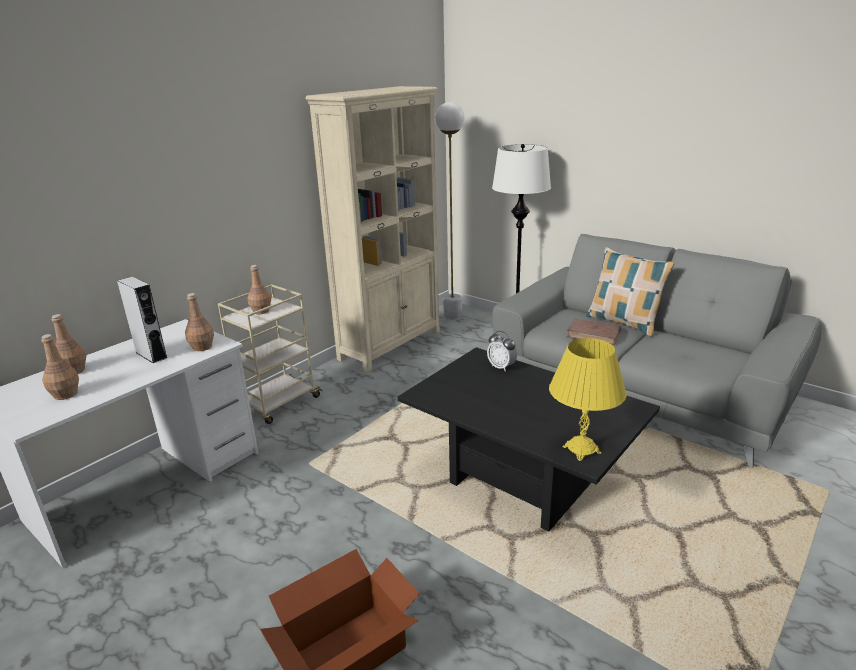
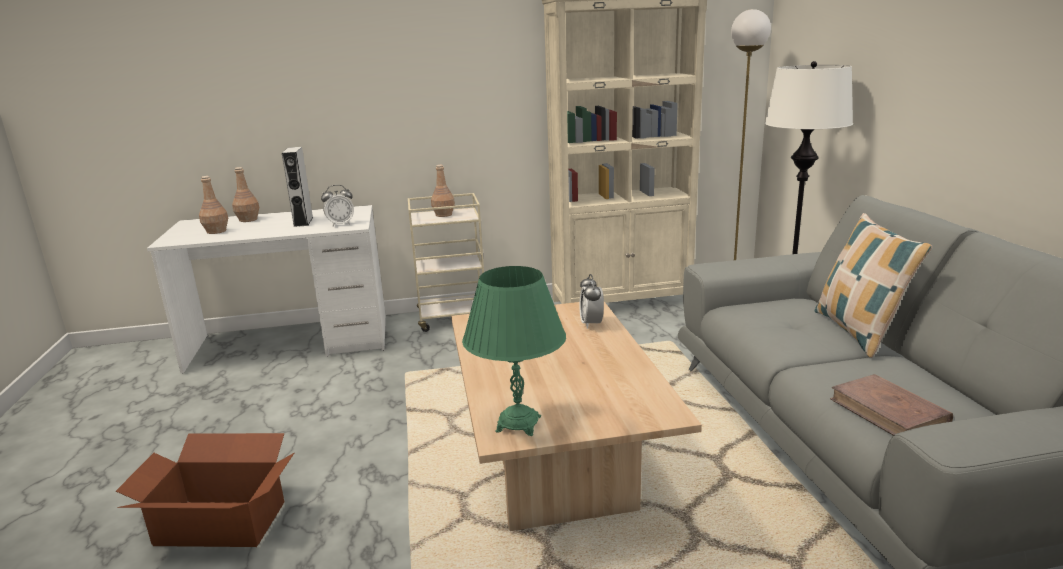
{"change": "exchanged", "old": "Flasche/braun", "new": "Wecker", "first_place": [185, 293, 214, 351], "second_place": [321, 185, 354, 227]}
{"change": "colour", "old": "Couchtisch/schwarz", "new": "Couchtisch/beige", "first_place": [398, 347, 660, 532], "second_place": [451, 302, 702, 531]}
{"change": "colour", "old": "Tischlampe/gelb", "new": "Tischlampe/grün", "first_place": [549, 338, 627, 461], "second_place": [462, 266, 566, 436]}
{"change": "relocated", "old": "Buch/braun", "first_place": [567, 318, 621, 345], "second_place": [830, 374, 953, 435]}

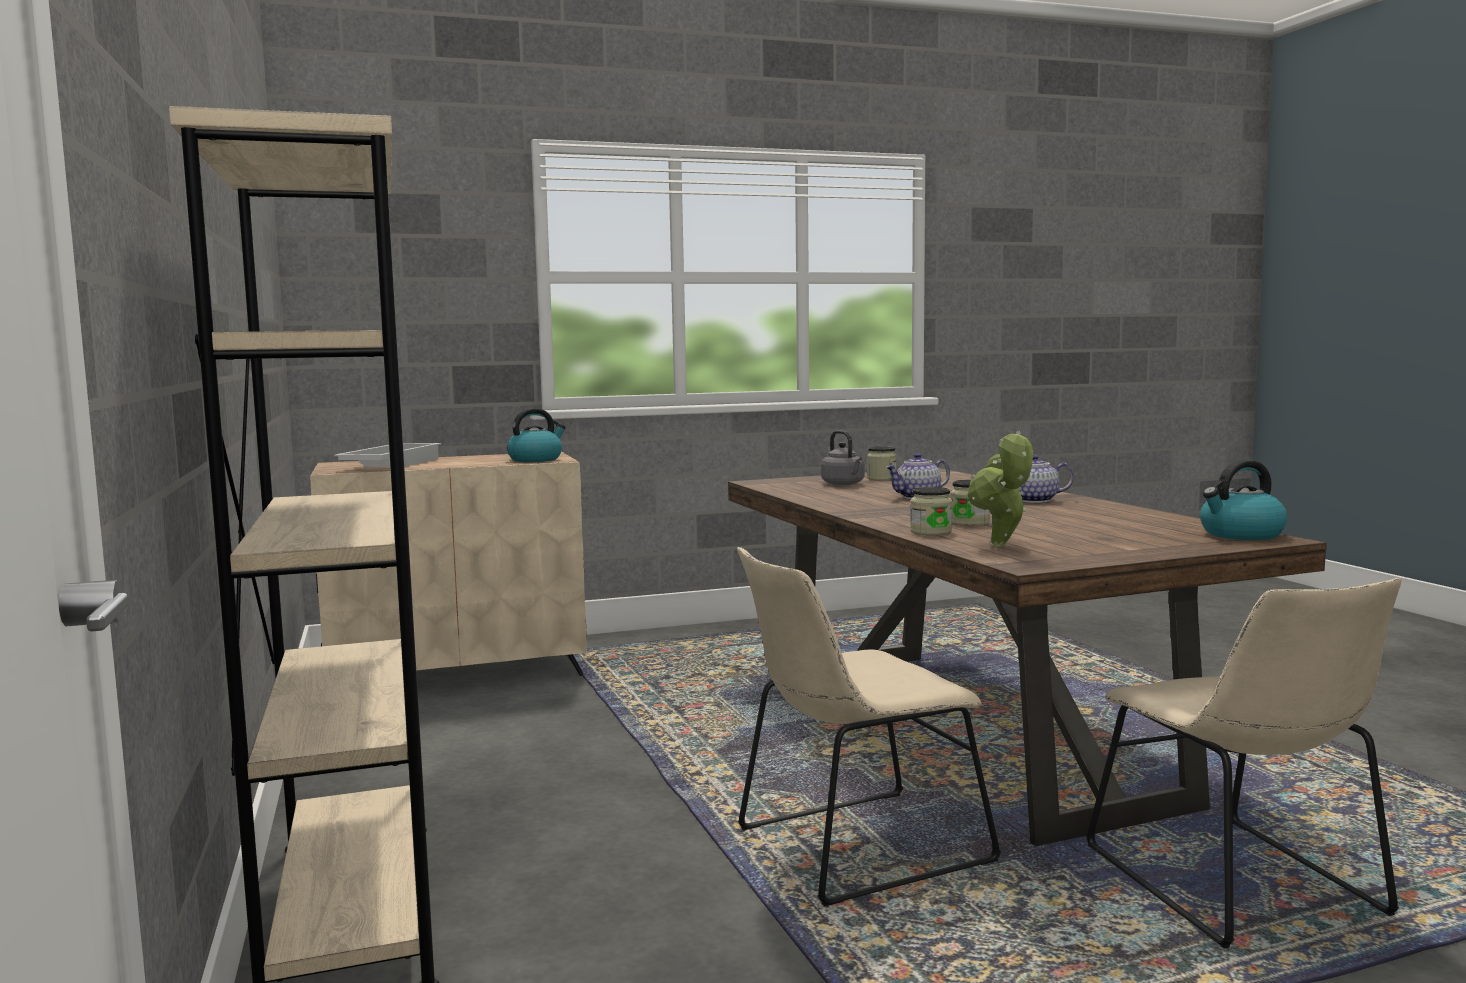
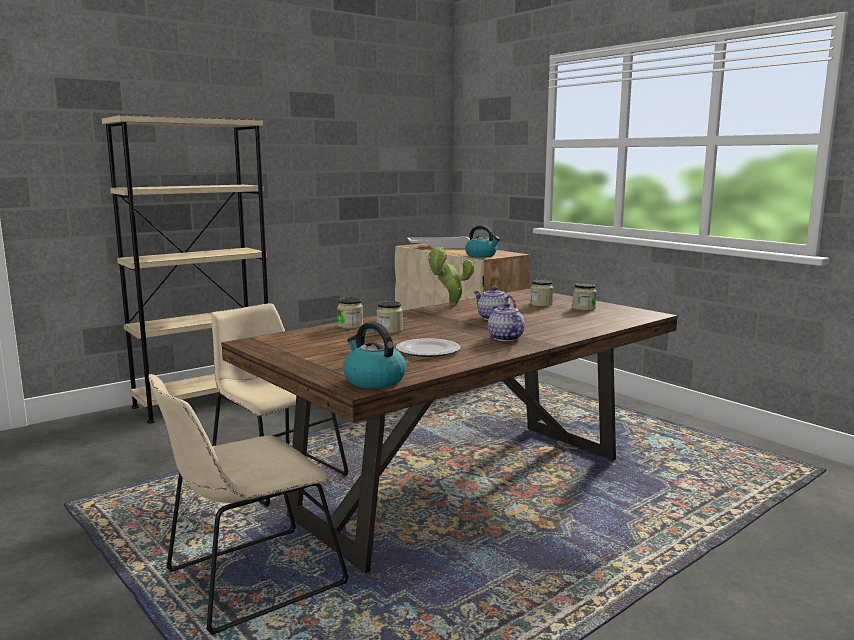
{"change": "appeared", "new": "Teller", "second_place": [396, 338, 460, 357]}
{"change": "relocated", "old": "Topfpflanze", "first_place": [968, 431, 1033, 547], "second_place": [428, 247, 475, 305]}
{"change": "exchanged", "old": "Wasserkessel/grau", "new": "Vorratsglas", "first_place": [821, 430, 865, 485], "second_place": [530, 280, 553, 306]}

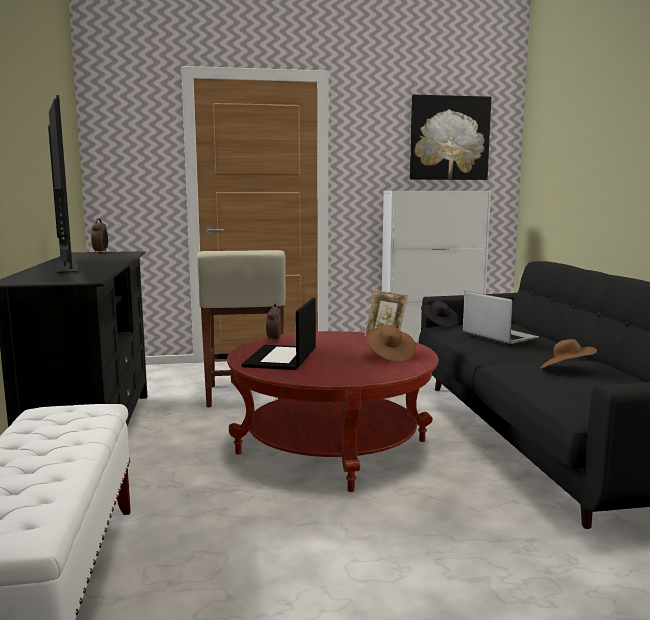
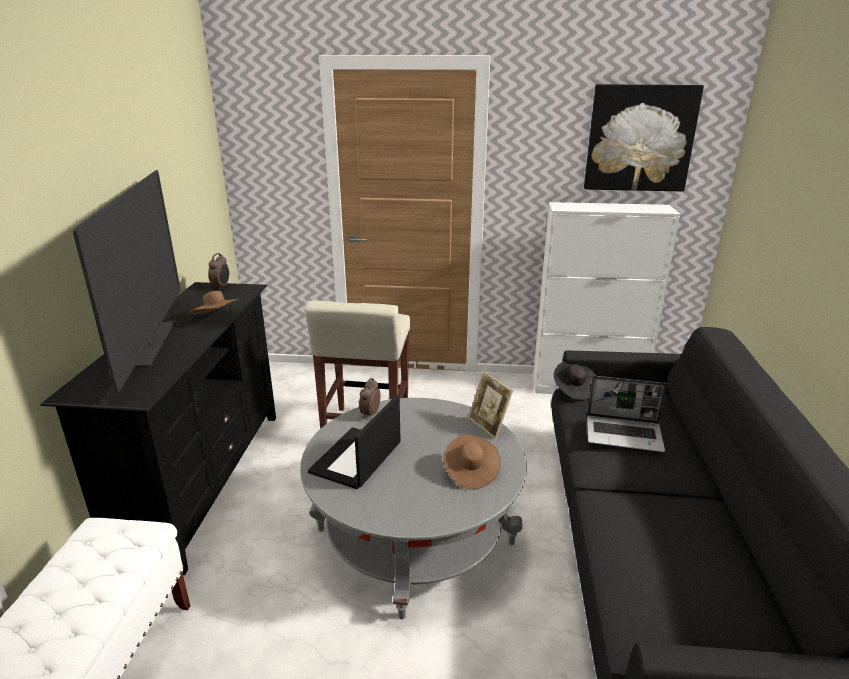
{"change": "relocated", "old": "Hut/braun", "first_place": [540, 339, 597, 369], "second_place": [189, 291, 239, 314]}
{"change": "colour", "old": "Couchtisch/rot", "new": "Couchtisch/grau", "first_place": [227, 331, 438, 492], "second_place": [300, 398, 527, 619]}
{"change": "spun", "old": "Laptop", "first_place": [463, 291, 539, 345], "second_place": [587, 376, 667, 452], "degrees": 120}

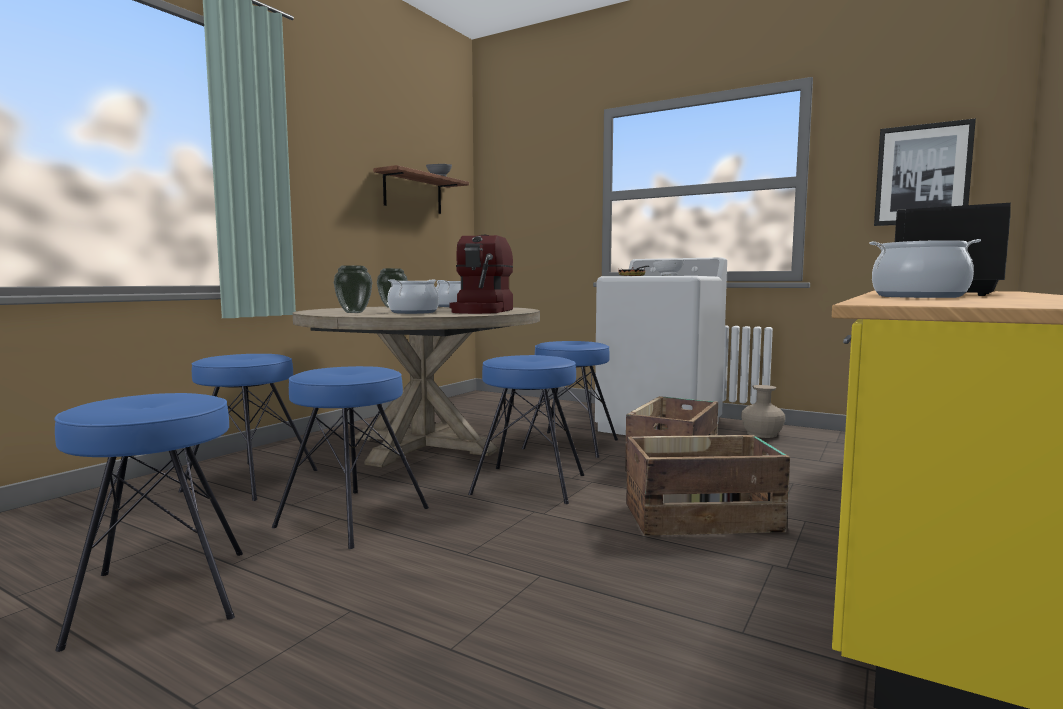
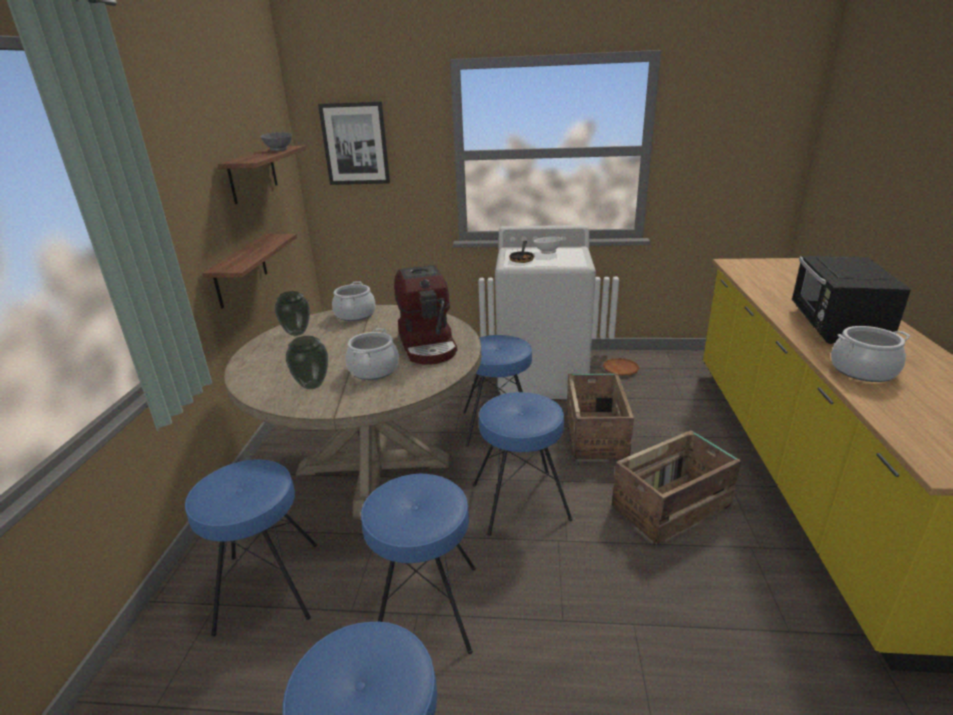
{"change": "appeared", "new": "Wandregal", "second_place": [203, 234, 297, 309]}
{"change": "relocated", "old": "Bild", "first_place": [874, 118, 976, 226], "second_place": [318, 102, 390, 185]}
{"change": "exchanged", "old": "Vase/beige", "new": "Teller/braun", "first_place": [741, 385, 785, 438], "second_place": [603, 358, 640, 376]}

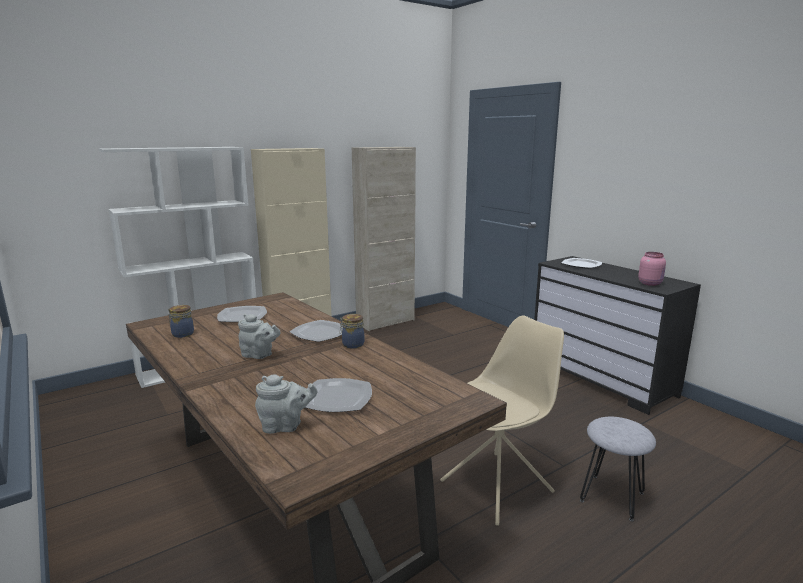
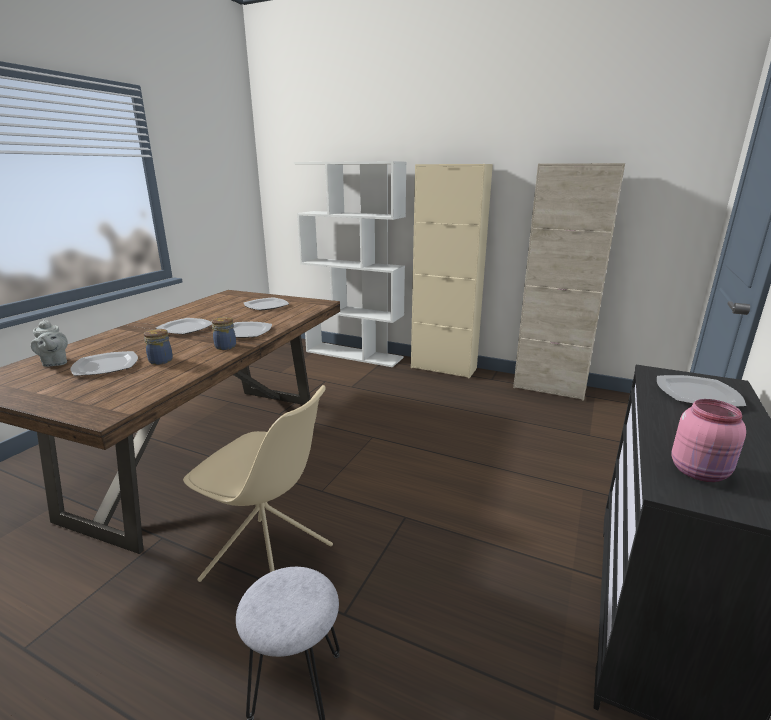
{"change": "relocated", "old": "Vorratsglas", "first_place": [168, 305, 194, 338], "second_place": [144, 329, 173, 365]}
{"change": "exchanged", "old": "Teekanne/grau", "new": "Teller", "first_place": [238, 314, 280, 359], "second_place": [156, 318, 212, 334]}

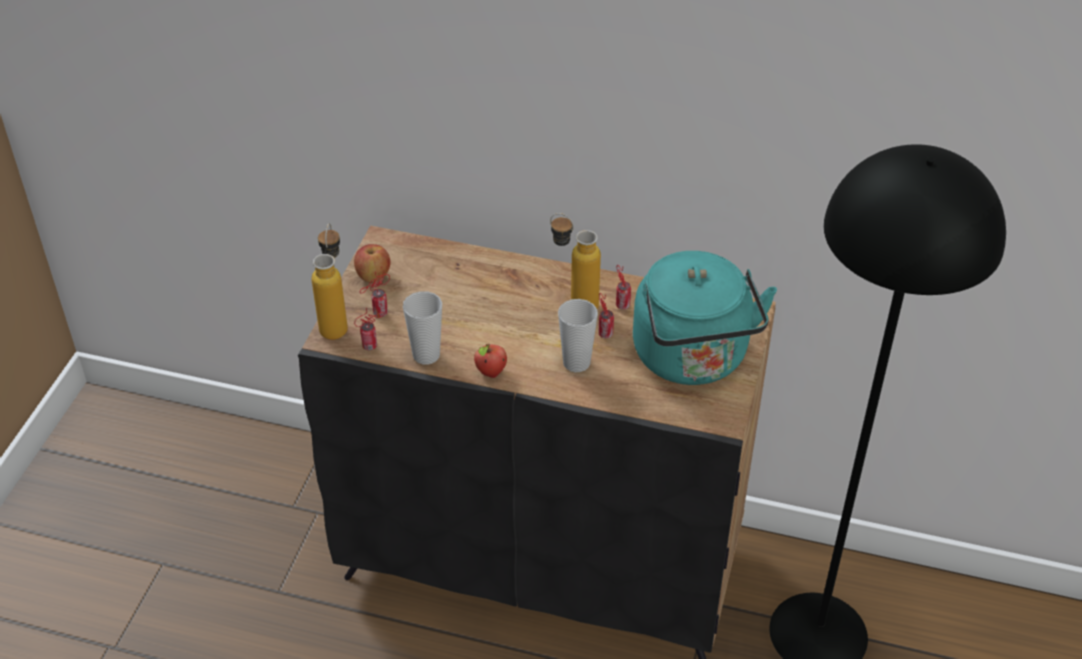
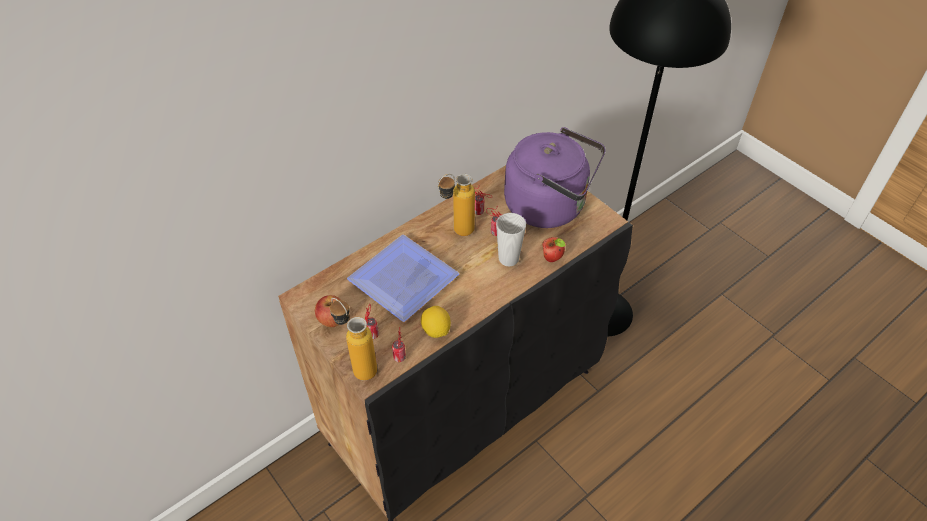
{"change": "appeared", "new": "Teller", "second_place": [347, 235, 459, 322]}
{"change": "exchanged", "old": "Tasse", "new": "Zitrone", "first_place": [403, 291, 442, 365], "second_place": [421, 306, 451, 338]}
{"change": "colour", "old": "Wasserkessel/türkis", "new": "Wasserkessel/lila", "first_place": [633, 251, 777, 385], "second_place": [504, 127, 606, 228]}
{"change": "relocated", "old": "Apfel", "first_place": [474, 344, 507, 378], "second_place": [542, 237, 566, 262]}

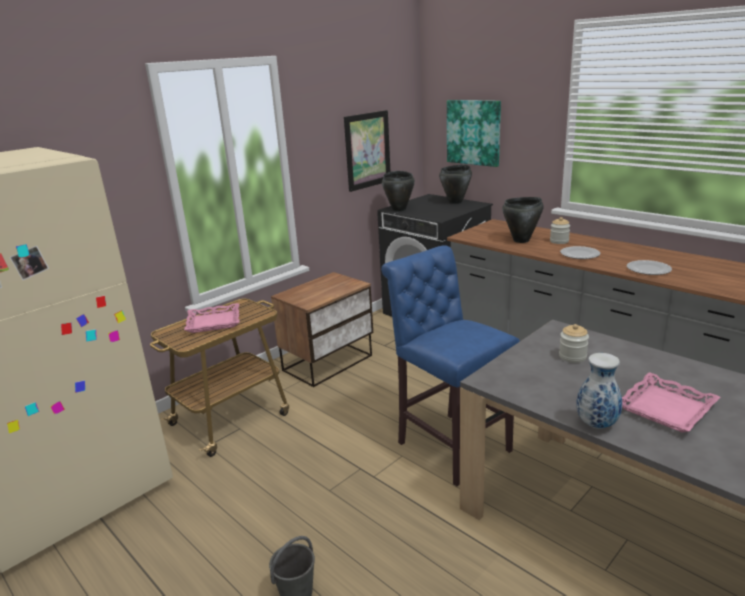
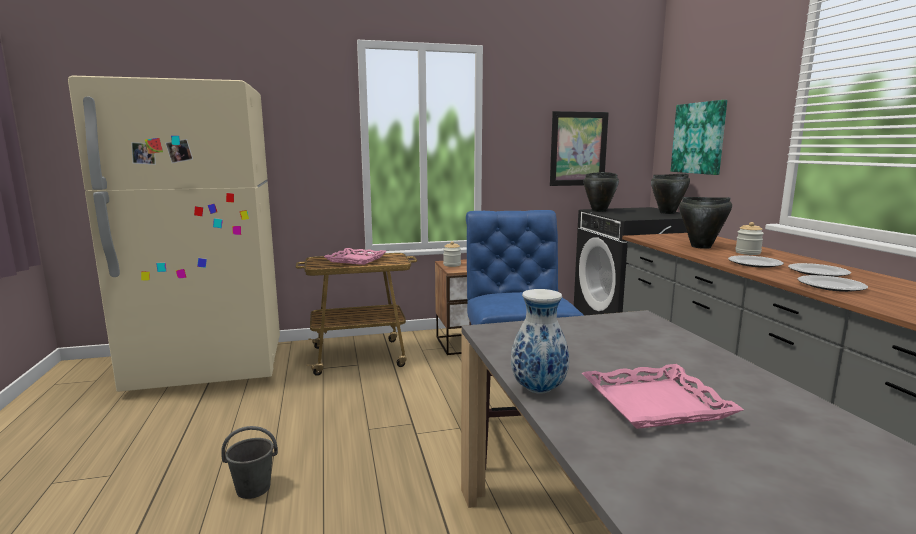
{"change": "relocated", "old": "Vorratsglas", "first_place": [559, 324, 589, 363], "second_place": [443, 241, 461, 267]}
{"change": "appeared", "new": "Teller", "second_place": [788, 263, 851, 277]}

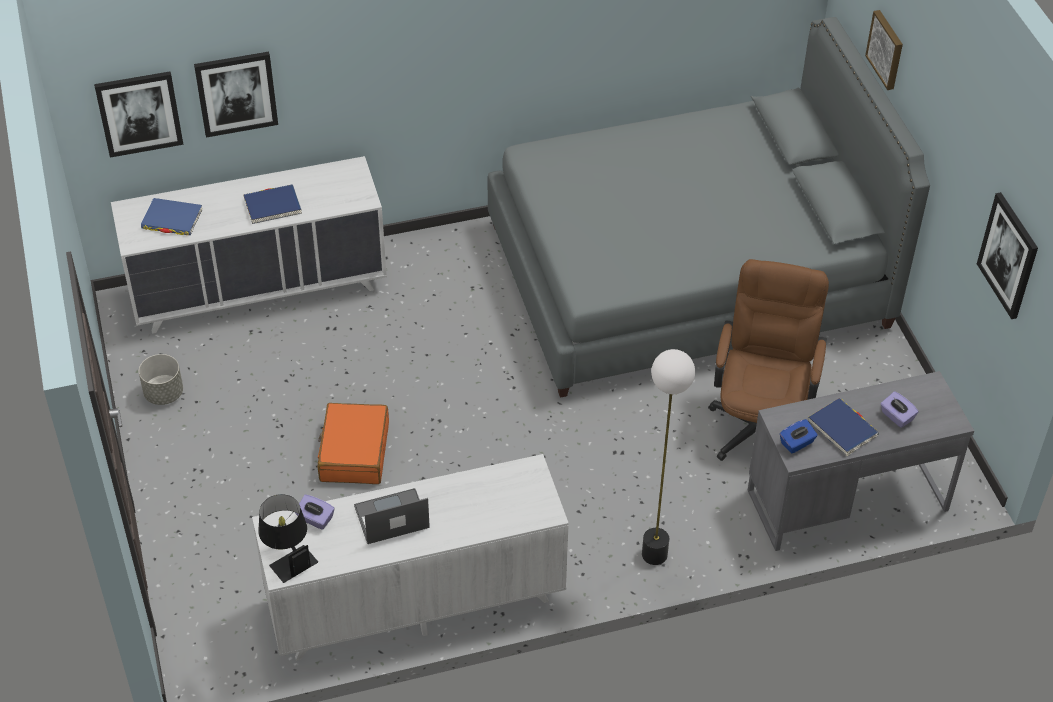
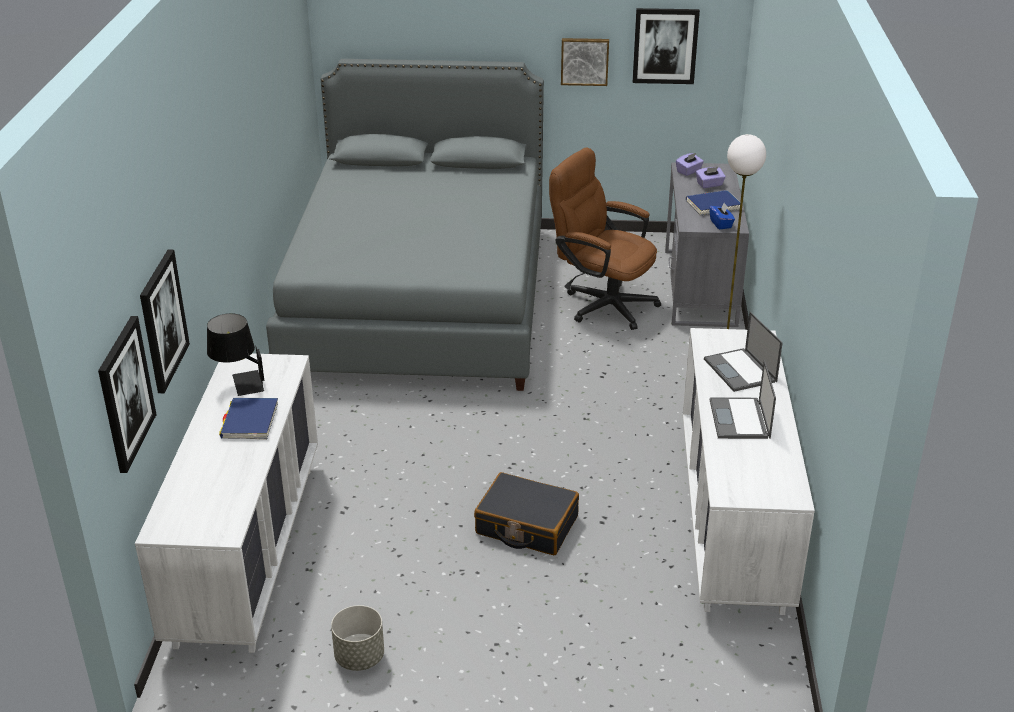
{"change": "relocated", "old": "Tischlampe/schwarz", "first_place": [258, 494, 318, 583], "second_place": [207, 313, 264, 396]}
{"change": "colour", "old": "Koffer/orange", "new": "Koffer/schwarz", "first_place": [318, 403, 389, 484], "second_place": [474, 472, 579, 555]}
{"change": "relocated", "old": "Bild", "first_place": [865, 10, 903, 90], "second_place": [561, 38, 609, 86]}
{"change": "relocated", "old": "Taschentuchbox/lila", "first_place": [295, 494, 335, 530], "second_place": [676, 153, 704, 176]}
{"change": "appeared", "new": "Laptop", "second_place": [704, 312, 783, 392]}
{"change": "missing", "old": "Buch/blau", "first_place": [141, 198, 202, 235]}

